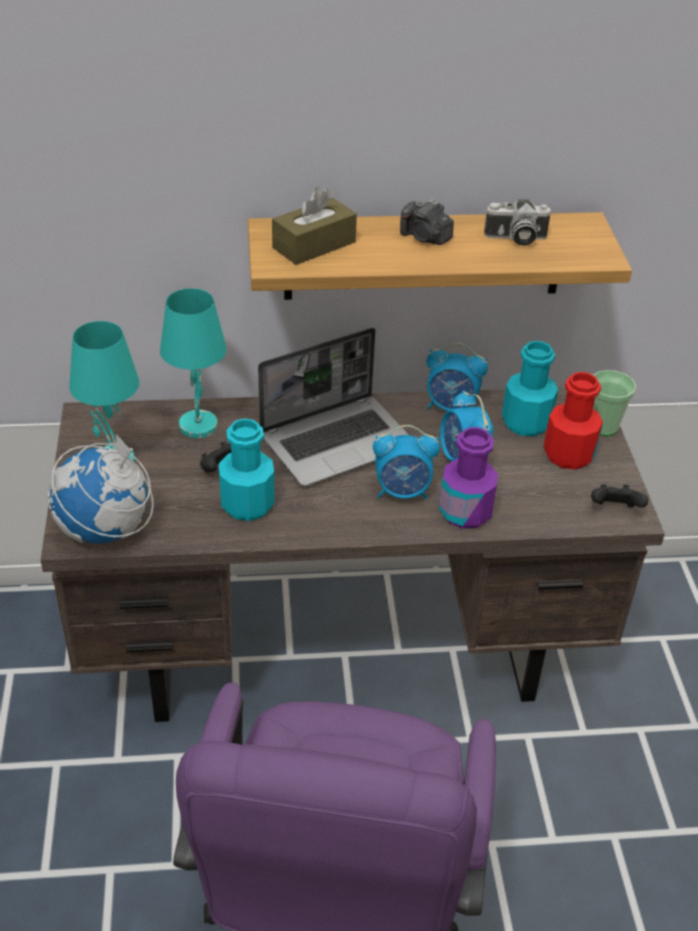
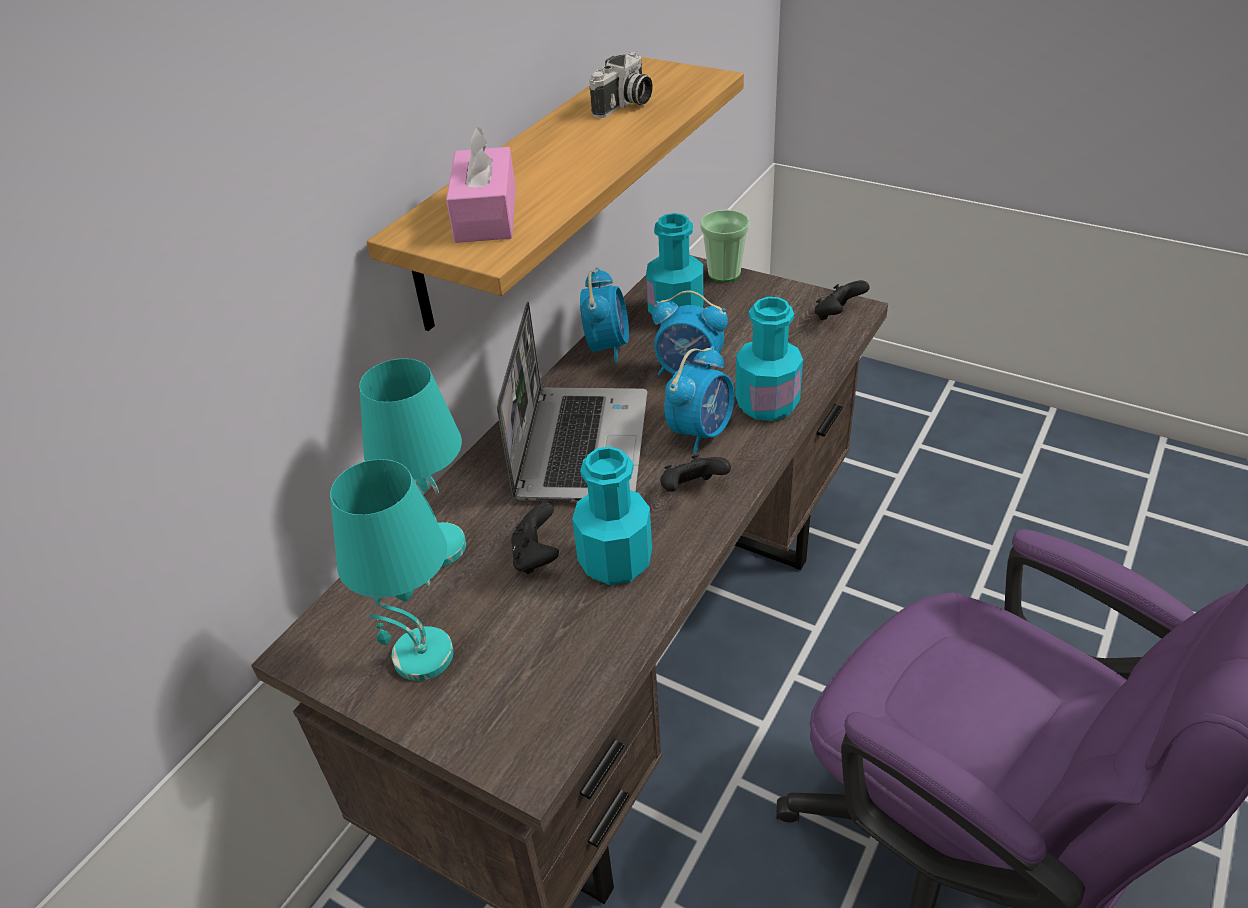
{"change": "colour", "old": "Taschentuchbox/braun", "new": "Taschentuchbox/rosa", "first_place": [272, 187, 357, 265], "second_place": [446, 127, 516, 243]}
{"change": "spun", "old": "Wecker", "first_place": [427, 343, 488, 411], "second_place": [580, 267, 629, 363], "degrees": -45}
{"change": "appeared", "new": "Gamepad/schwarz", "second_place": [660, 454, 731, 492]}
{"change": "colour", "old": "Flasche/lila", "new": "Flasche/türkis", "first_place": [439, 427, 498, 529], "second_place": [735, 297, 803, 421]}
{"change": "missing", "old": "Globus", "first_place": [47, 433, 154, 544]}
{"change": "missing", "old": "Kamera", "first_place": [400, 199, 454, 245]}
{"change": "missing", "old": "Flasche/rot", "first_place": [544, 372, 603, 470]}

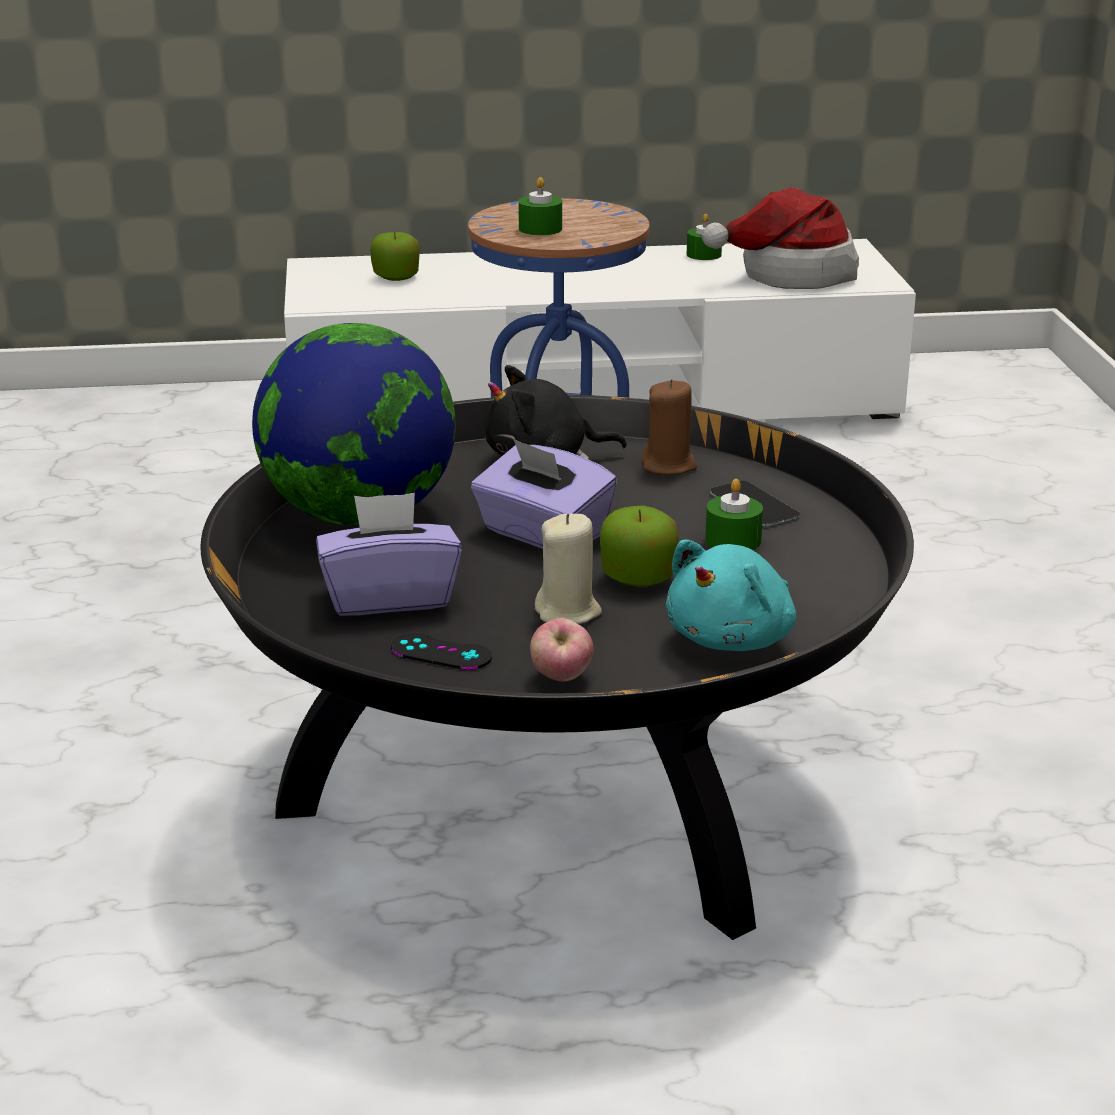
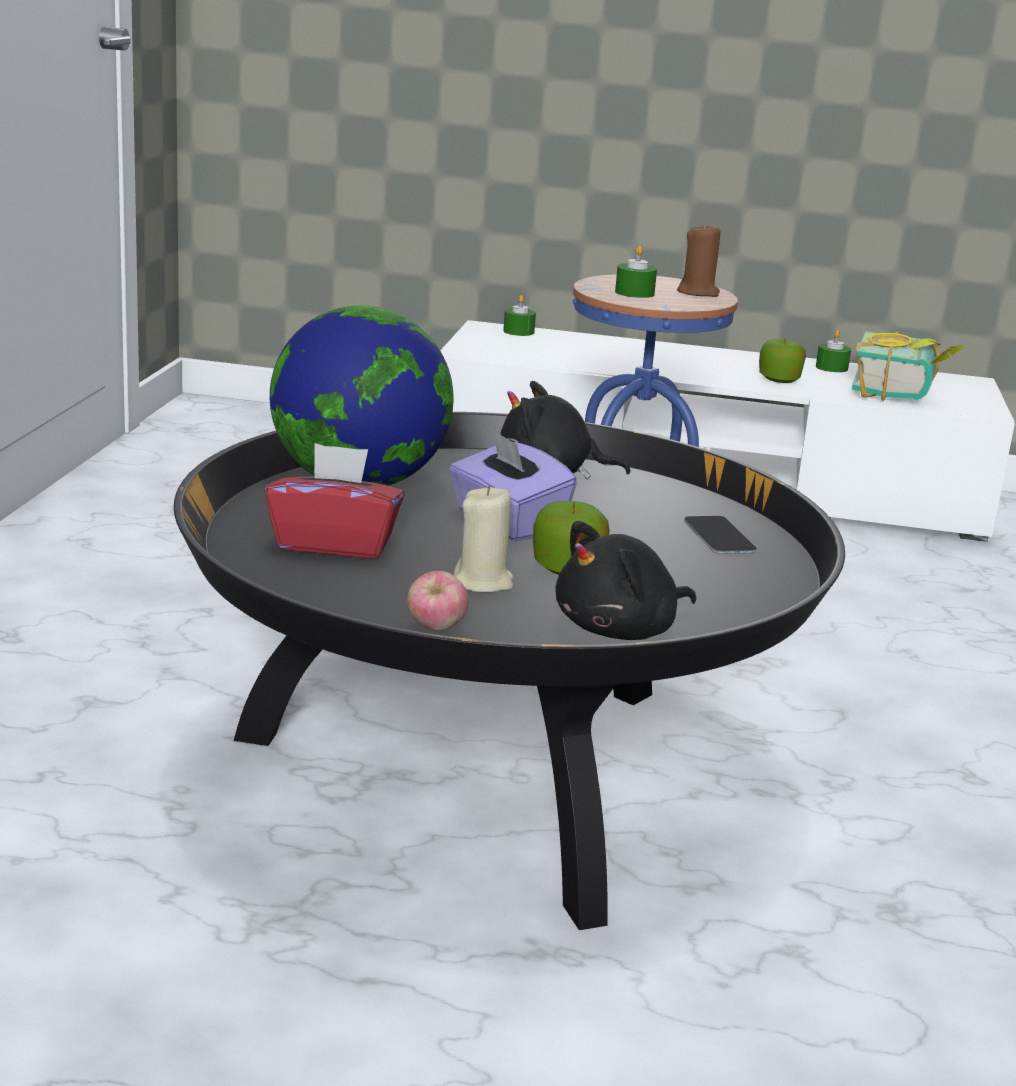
{"change": "colour", "old": "Taschentuchbox/lila", "new": "Taschentuchbox/rot", "first_place": [316, 493, 462, 616], "second_place": [265, 443, 405, 559]}
{"change": "relocated", "old": "Kerze/grün", "first_place": [705, 479, 763, 550], "second_place": [503, 295, 536, 336]}
{"change": "colour", "old": "Plüschtier/türkis", "new": "Plüschtier/schwarz", "first_place": [666, 539, 796, 651], "second_place": [555, 521, 697, 640]}
{"change": "relocated", "old": "Kerze/braun", "first_place": [642, 379, 697, 475], "second_place": [677, 222, 720, 297]}
{"change": "relocated", "old": "Apfel", "first_place": [370, 232, 420, 281], "second_place": [759, 338, 806, 383]}
{"change": "exchanged", "old": "Hut", "new": "Buch", "first_place": [702, 187, 859, 289], "second_place": [852, 331, 966, 401]}
{"change": "missing", "old": "Gamepad/schwarz", "first_place": [391, 633, 492, 670]}

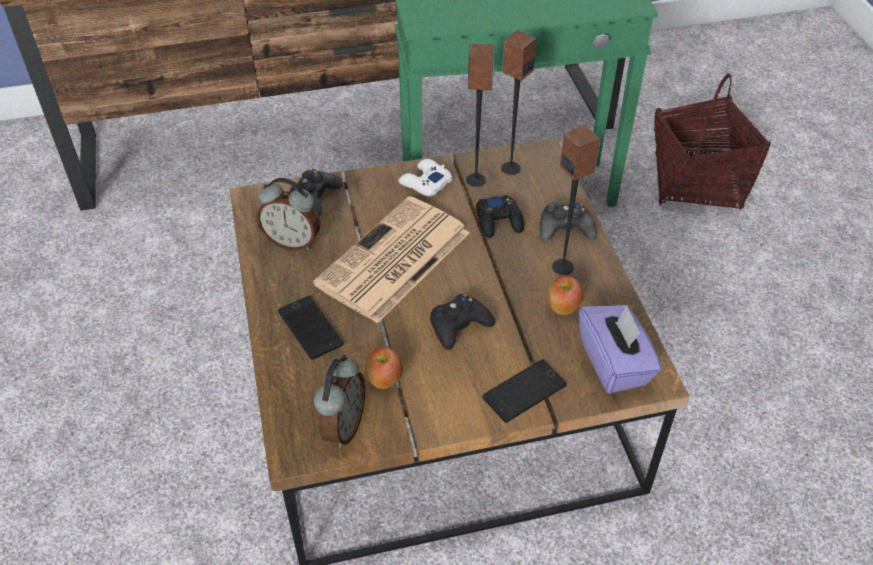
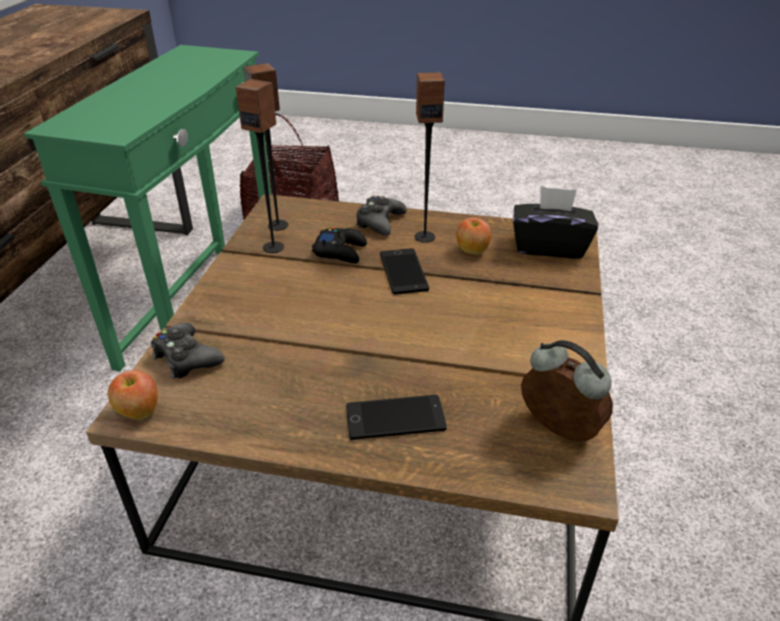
{"change": "relocated", "old": "Apfel", "first_place": [365, 347, 403, 389], "second_place": [108, 370, 158, 420]}
{"change": "relocated", "old": "Handy", "first_place": [483, 359, 567, 423], "second_place": [380, 248, 429, 294]}
{"change": "colour", "old": "Taschentuchbox/lila", "new": "Taschentuchbox/schwarz", "first_place": [579, 304, 662, 394], "second_place": [513, 186, 598, 258]}
{"change": "missing", "old": "Wecker", "first_place": [256, 178, 321, 251]}
{"change": "missing", "old": "Zeitung", "first_place": [313, 196, 470, 323]}
{"change": "missing", "old": "Gamepad/weiß", "first_place": [399, 159, 452, 196]}
{"change": "missing", "old": "Gamepad/schwarz", "first_place": [430, 294, 495, 350]}

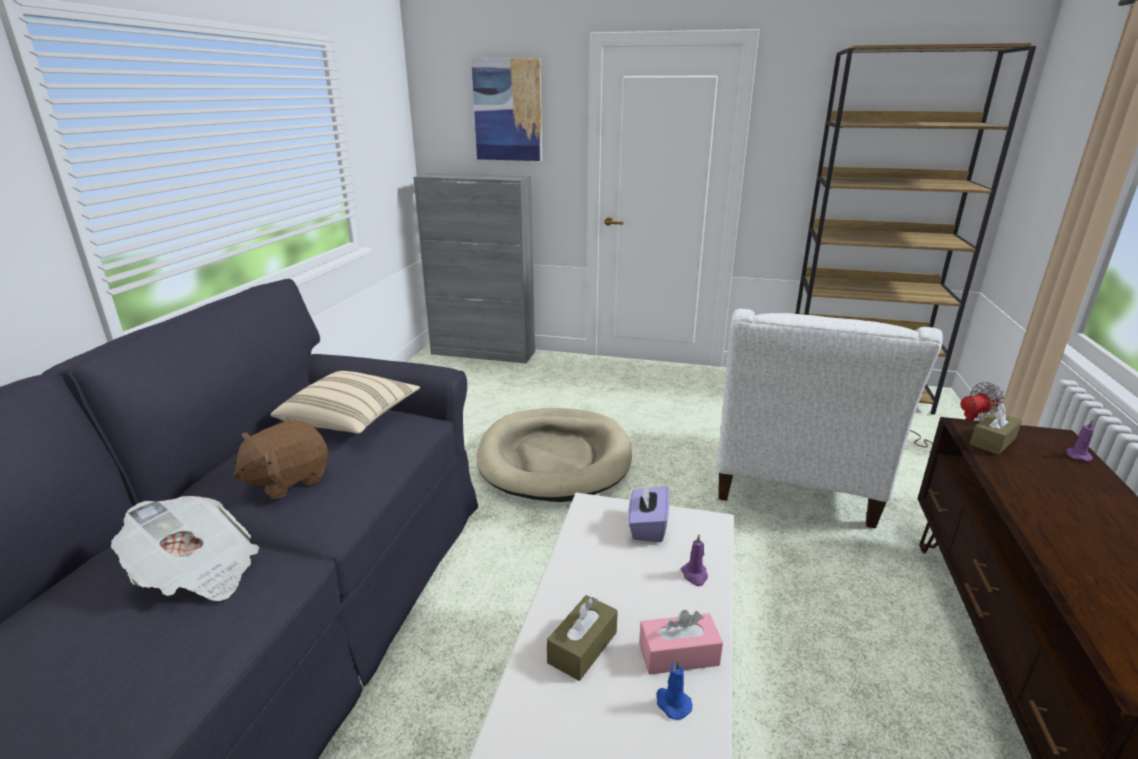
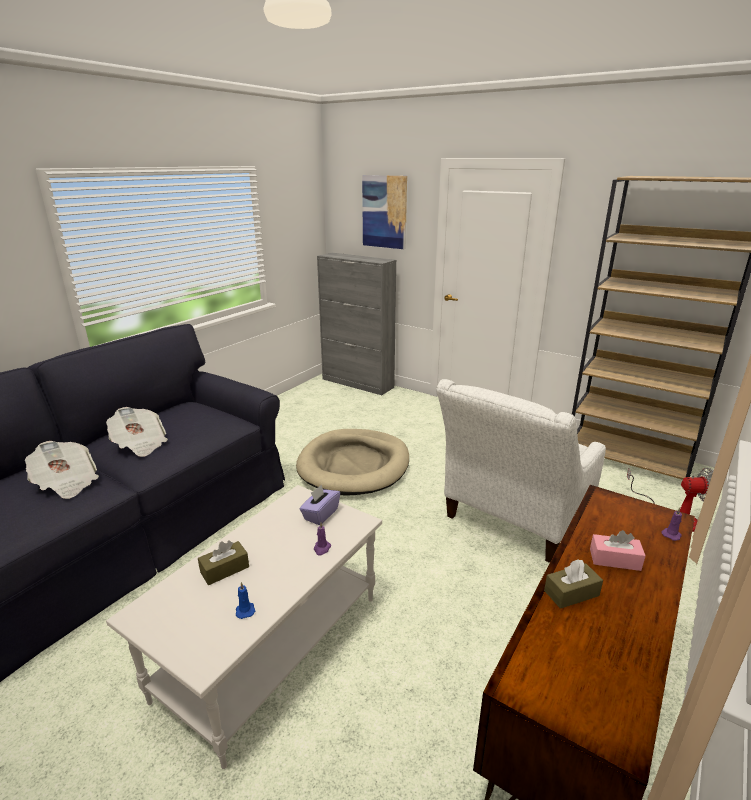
{"change": "exchanged", "old": "Plüschtier/braun", "new": "Zeitung", "first_place": [233, 420, 328, 499], "second_place": [106, 407, 168, 457]}
{"change": "relocated", "old": "Taschentuchbox/braun", "first_place": [970, 403, 1022, 455], "second_place": [544, 559, 603, 609]}
{"change": "relocated", "old": "Taschentuchbox/rosa", "first_place": [639, 610, 723, 675], "second_place": [590, 530, 646, 571]}
{"change": "missing", "old": "Kissen/beige", "first_place": [271, 371, 420, 434]}

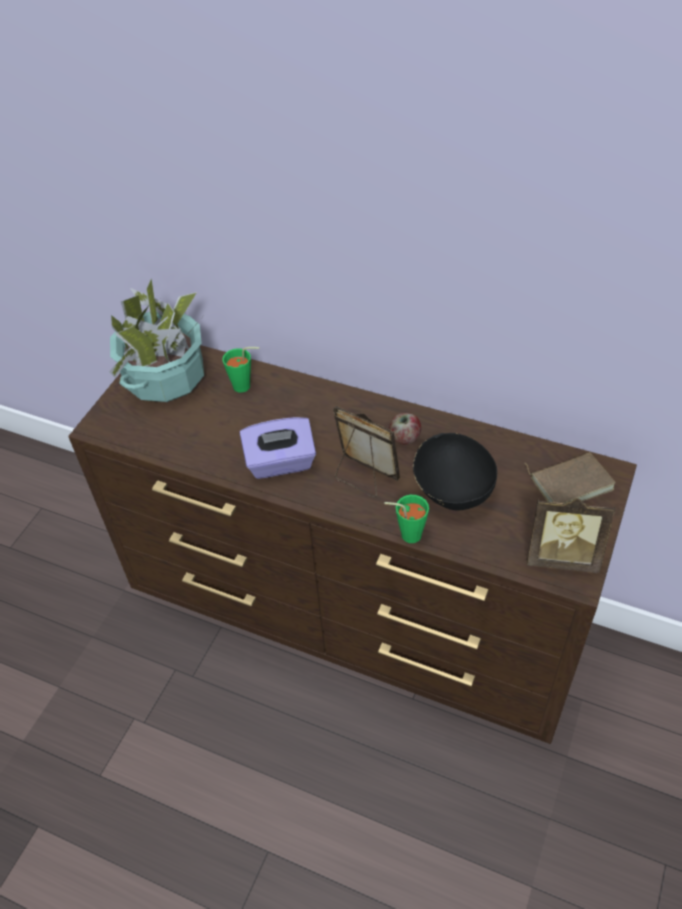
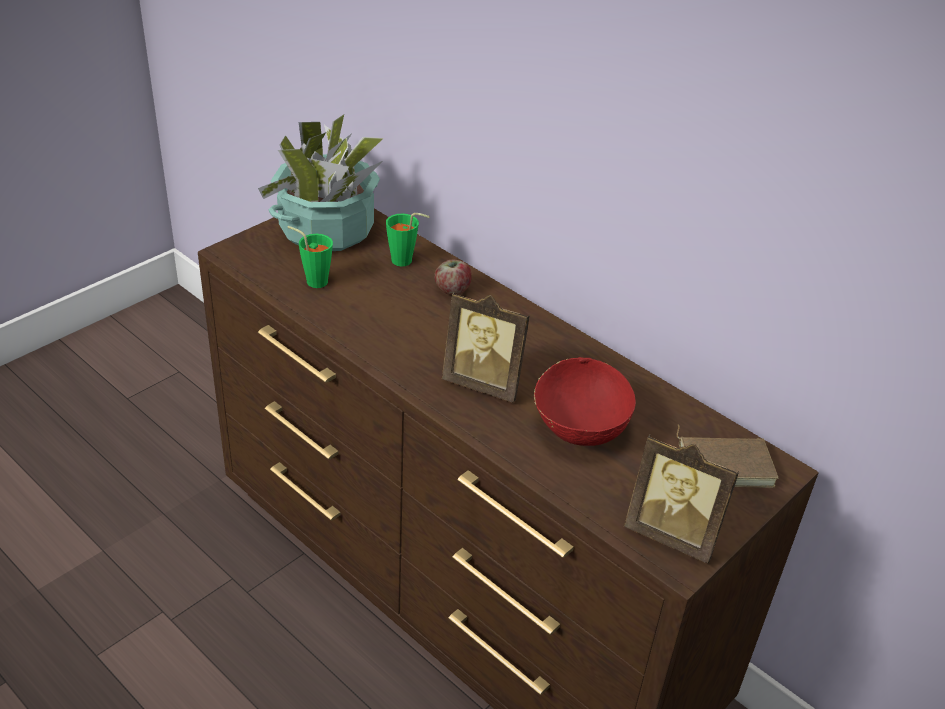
{"change": "relocated", "old": "Tasse/grün", "first_place": [384, 495, 429, 543], "second_place": [288, 226, 333, 288]}
{"change": "relocated", "old": "Apfel", "first_place": [389, 413, 421, 445], "second_place": [434, 260, 472, 295]}
{"change": "spun", "old": "Bilderrahmen", "first_place": [333, 406, 400, 498], "second_place": [442, 292, 530, 403], "degrees": 150}
{"change": "colour", "old": "Schüssel/schwarz", "new": "Schüssel/rot", "first_place": [413, 433, 497, 510], "second_place": [534, 357, 636, 446]}
{"change": "missing", "old": "Taschentuchbox/lila", "first_place": [240, 417, 316, 479]}

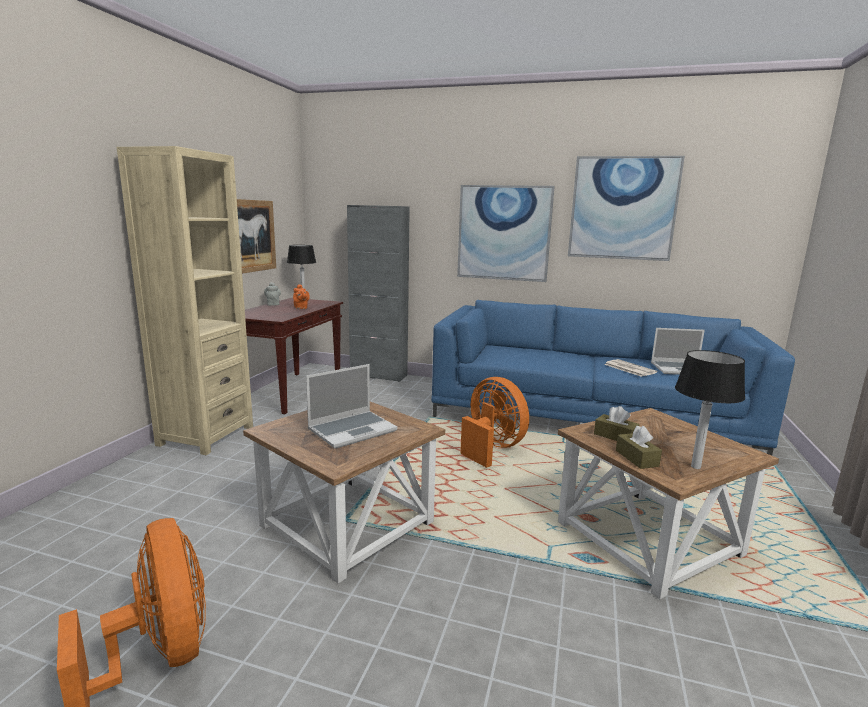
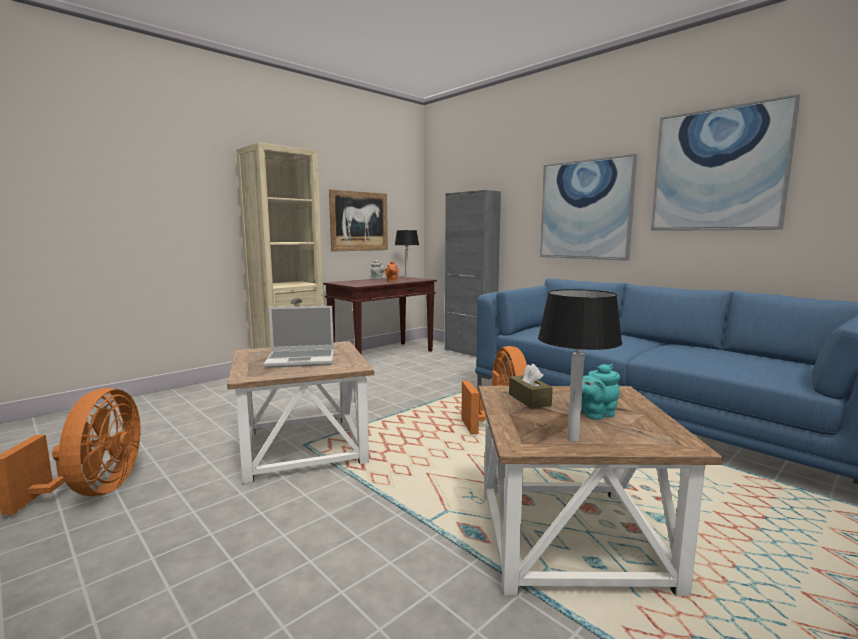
{"change": "appeared", "new": "Teekanne/türkis", "second_place": [581, 364, 620, 420]}
{"change": "missing", "old": "Zeitung", "first_place": [604, 359, 657, 377]}
{"change": "missing", "old": "Taschentuchbox/braun", "first_place": [616, 426, 662, 469]}
{"change": "missing", "old": "Laptop", "first_place": [651, 328, 705, 375]}

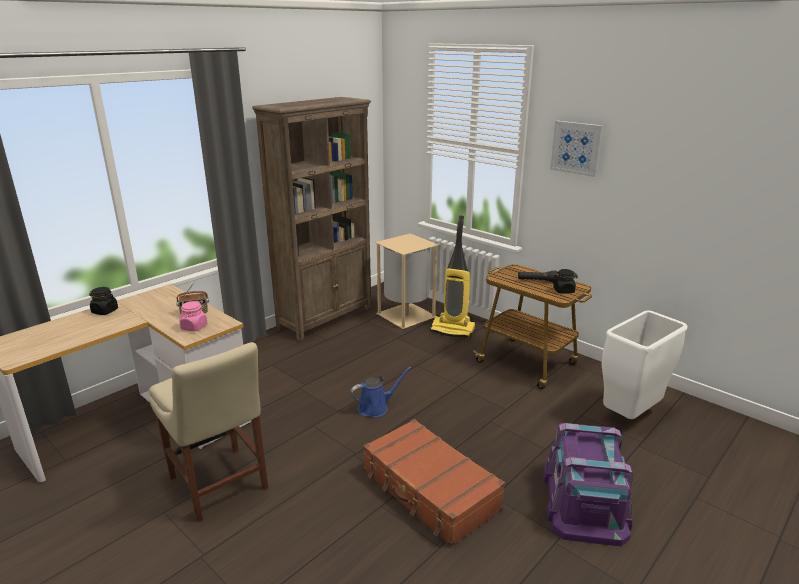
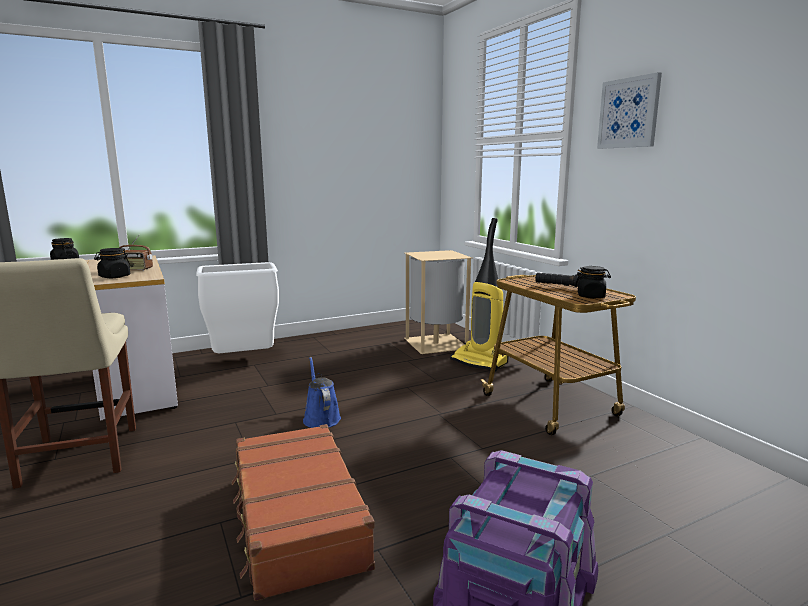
{"change": "colour", "old": "Vorratsglas/rosa", "new": "Vorratsglas/schwarz", "first_place": [179, 301, 208, 331], "second_place": [94, 248, 130, 278]}
{"change": "relocated", "old": "Mülleimer/weiß", "first_place": [601, 310, 688, 419], "second_place": [196, 262, 279, 353]}
{"change": "spun", "old": "Gießkanne/blau", "first_place": [350, 367, 412, 417], "second_place": [303, 357, 341, 428], "degrees": -105}
{"change": "missing", "old": "Bücherregal/braun", "first_place": [252, 97, 372, 341]}

